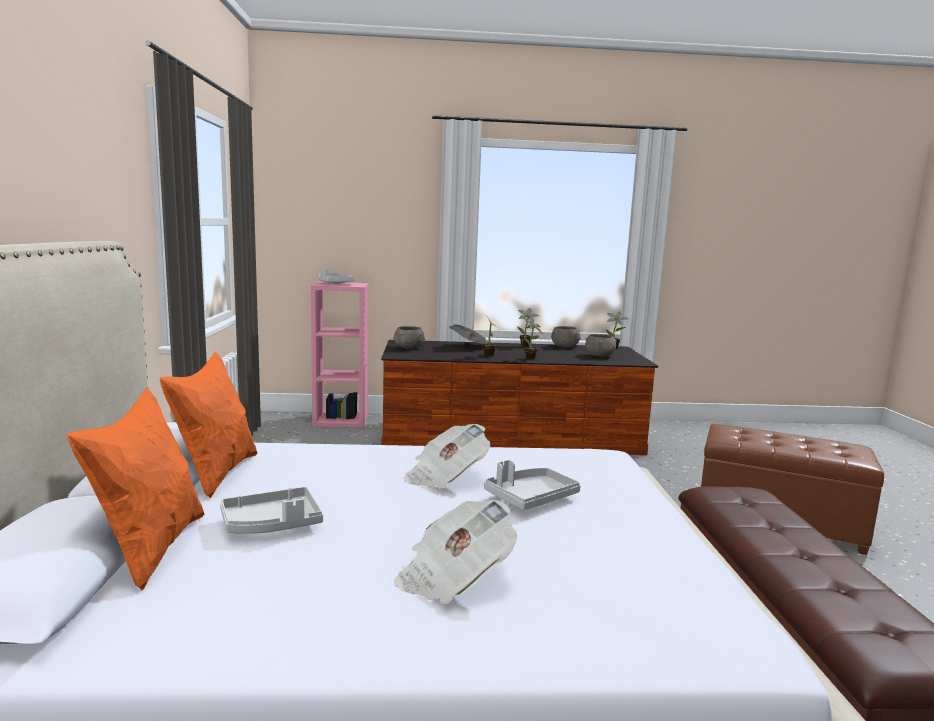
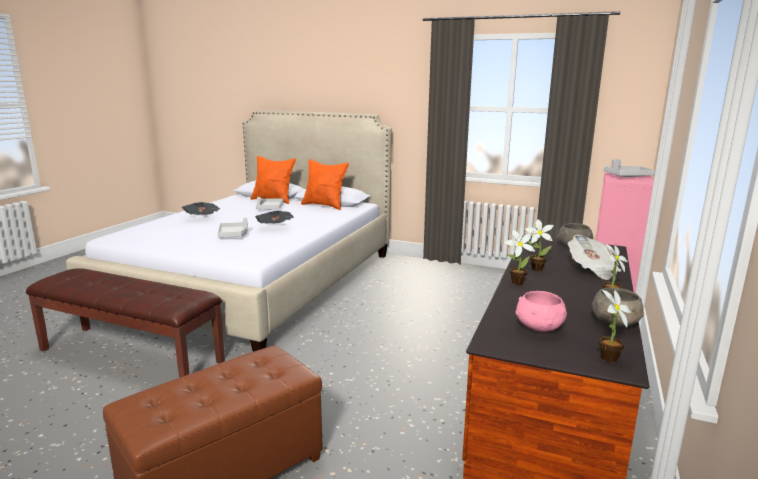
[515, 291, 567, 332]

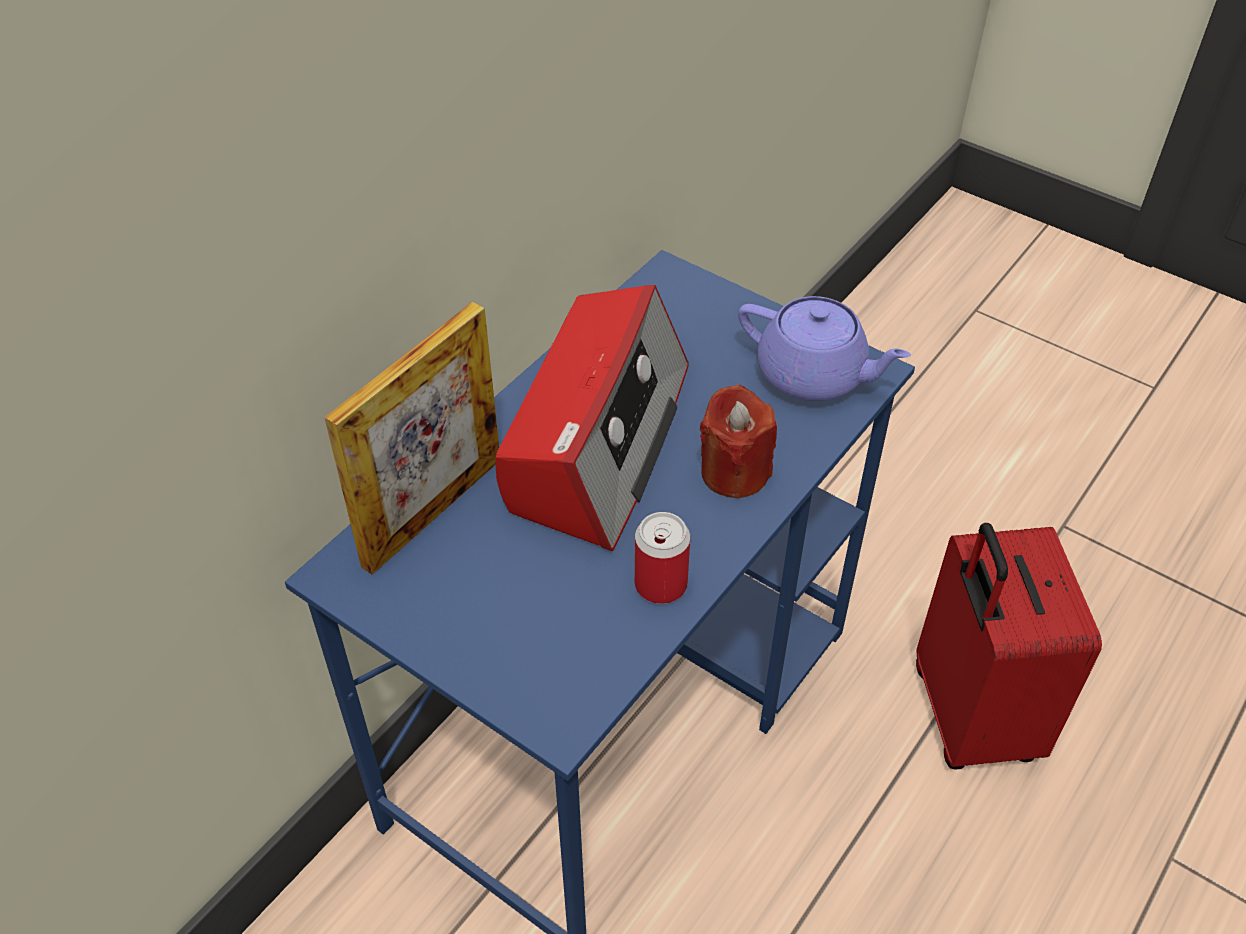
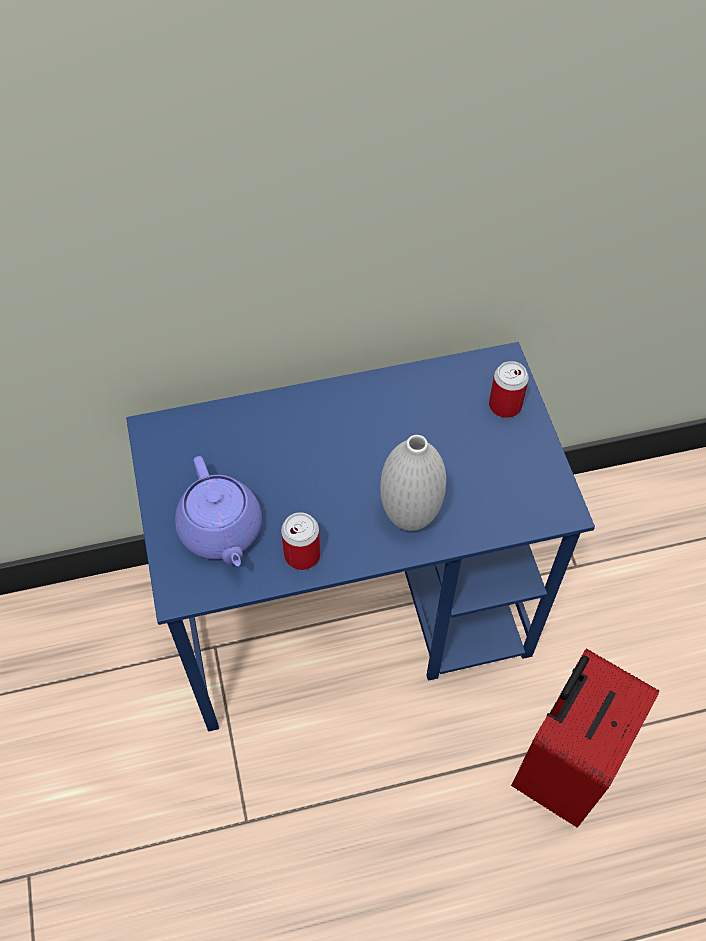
[495, 285, 689, 551] (first image)
[175, 456, 262, 566]
[324, 302, 499, 575] (first image)
[380, 435, 446, 531]
[489, 361, 529, 418]

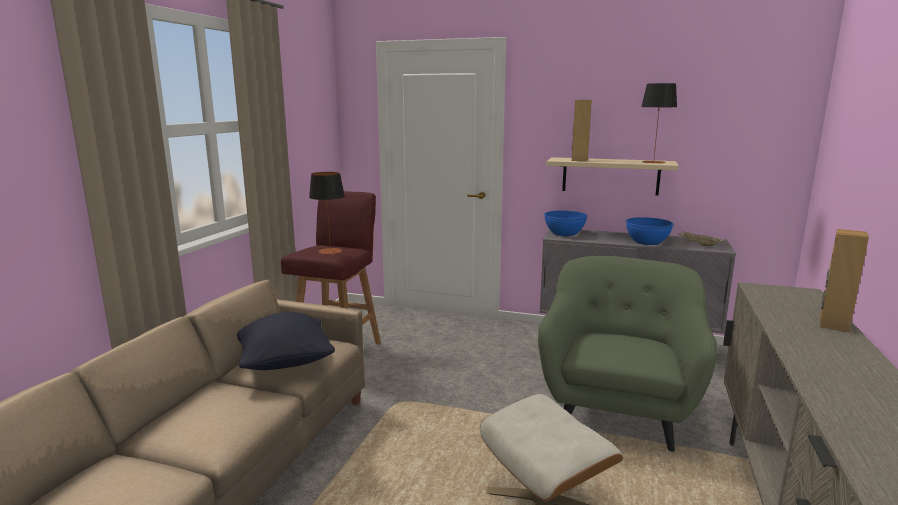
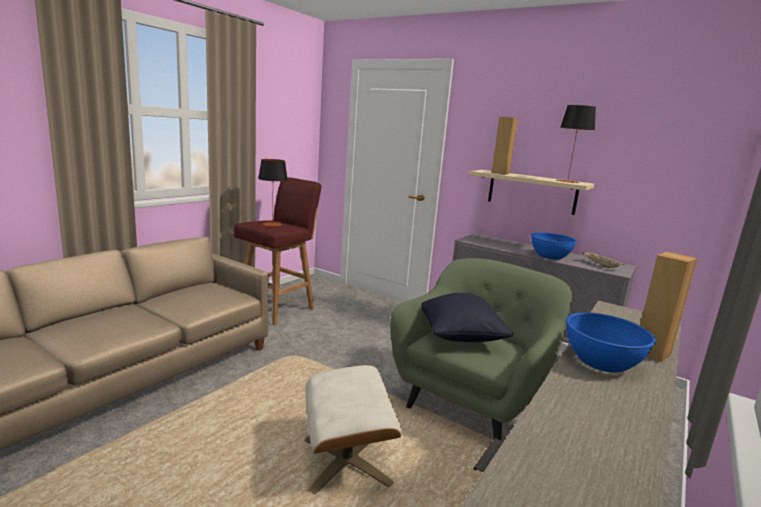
[566, 312, 656, 373]
[421, 293, 513, 342]

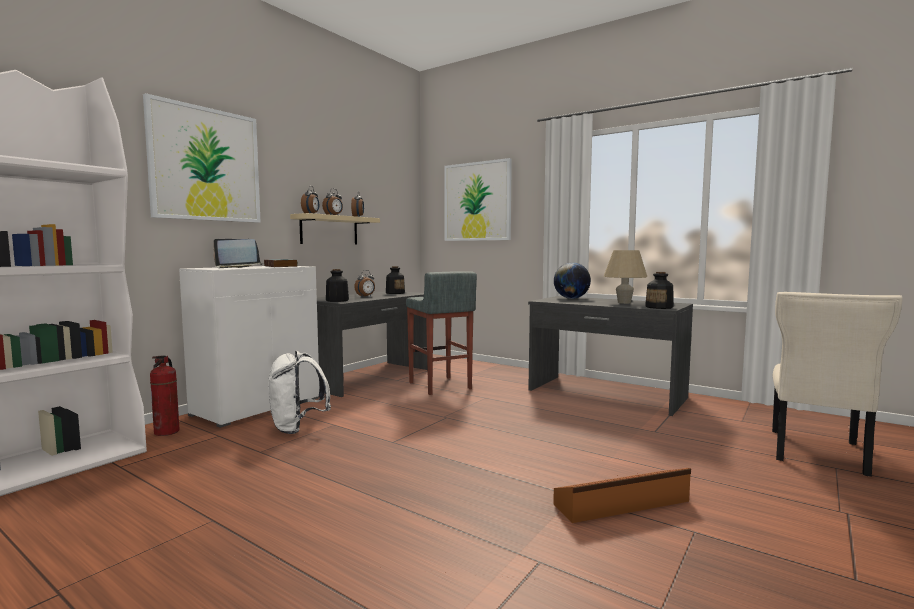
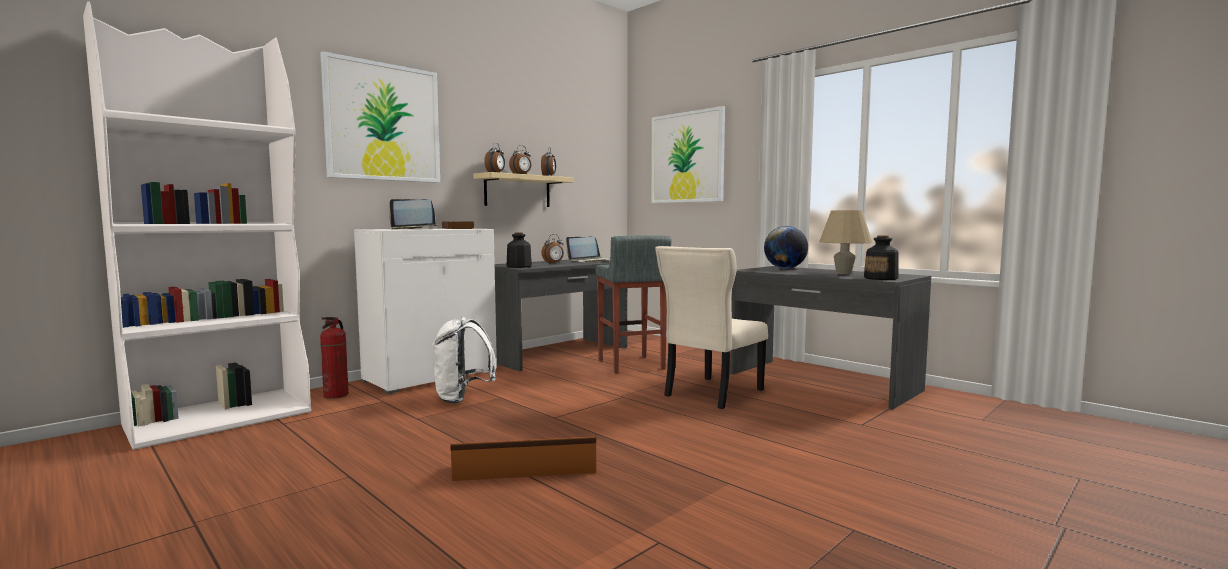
[566, 237, 608, 262]
[655, 246, 768, 409]
[450, 437, 596, 481]

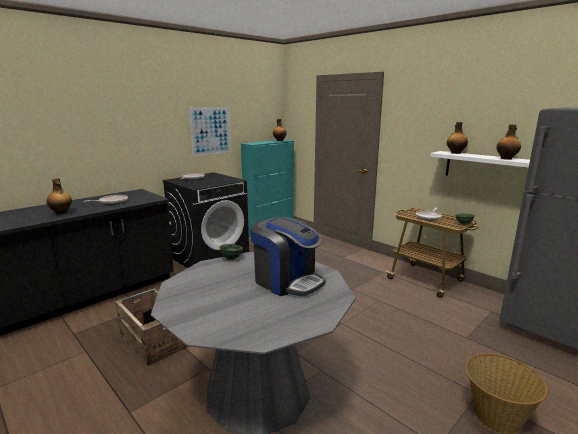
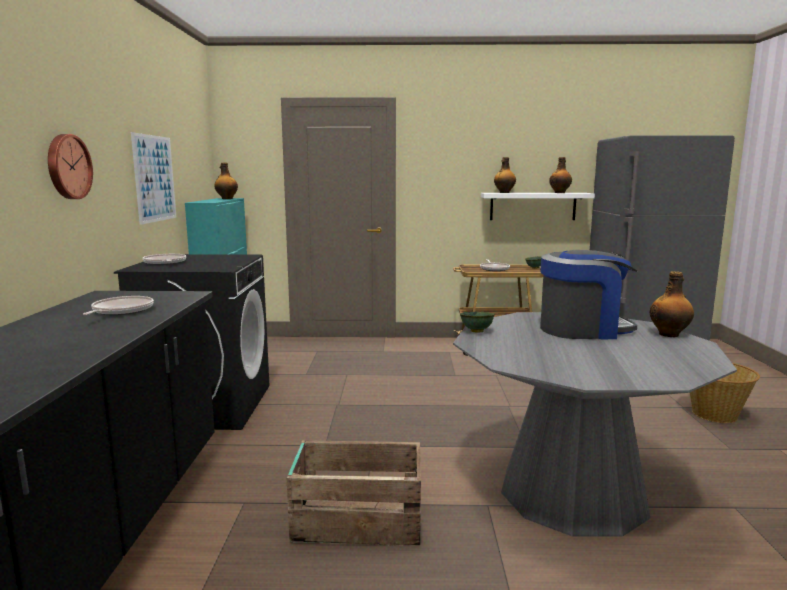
[650, 271, 694, 337]
[48, 134, 93, 199]

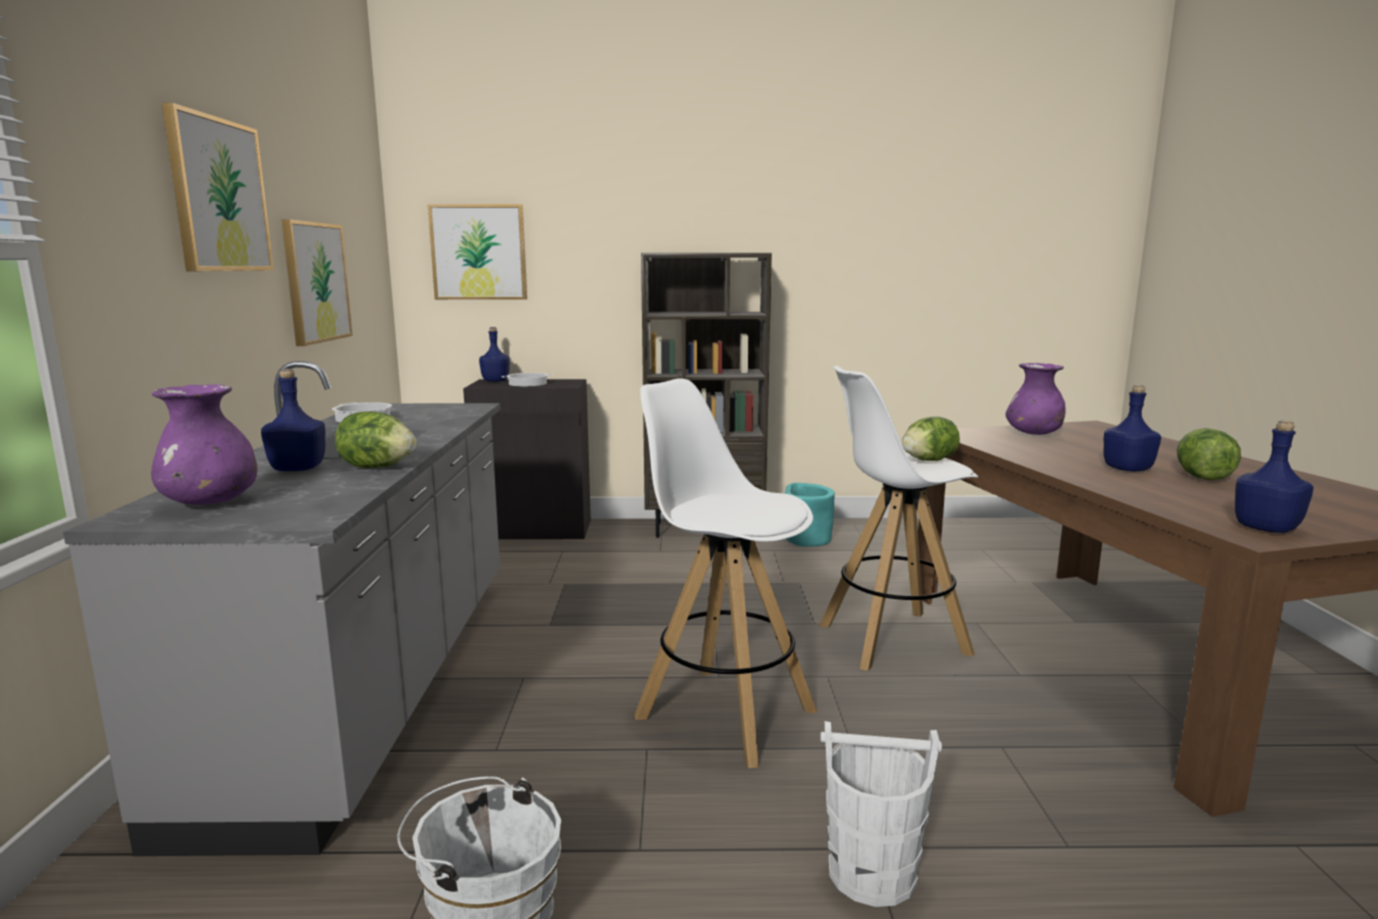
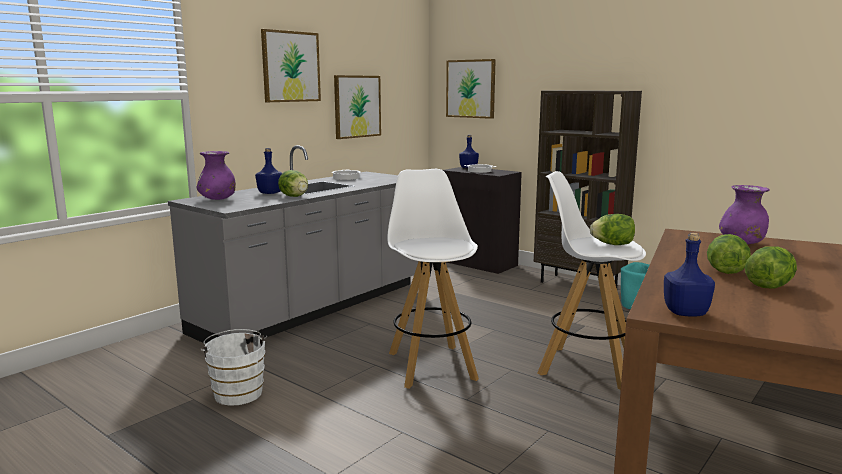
[707, 234, 751, 274]
[820, 721, 942, 907] (first image)

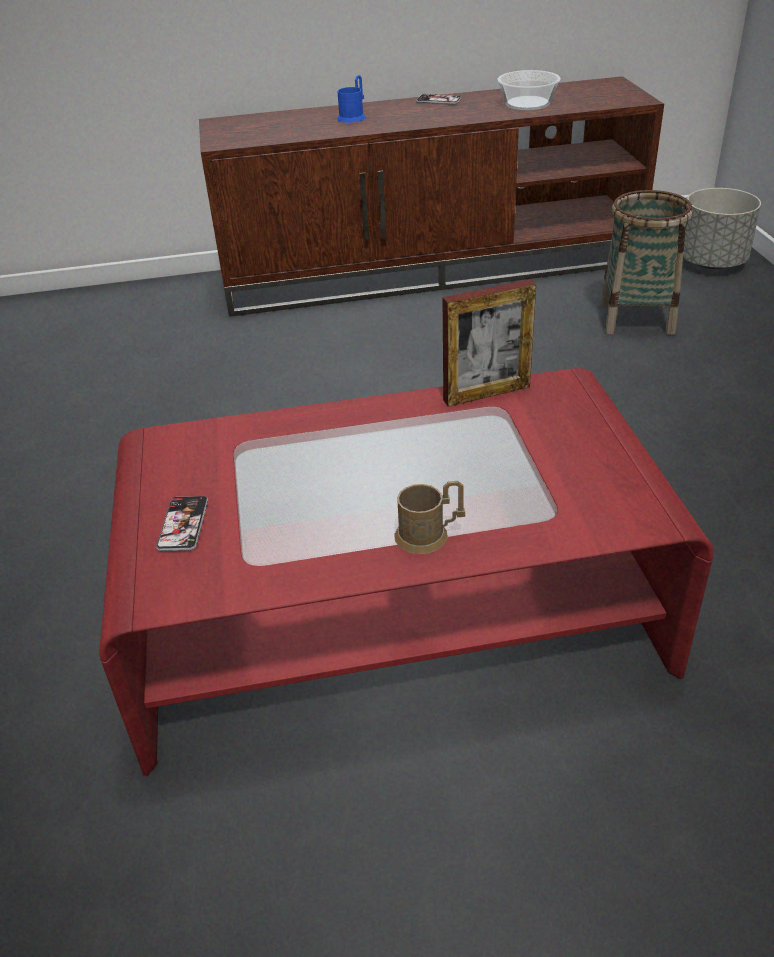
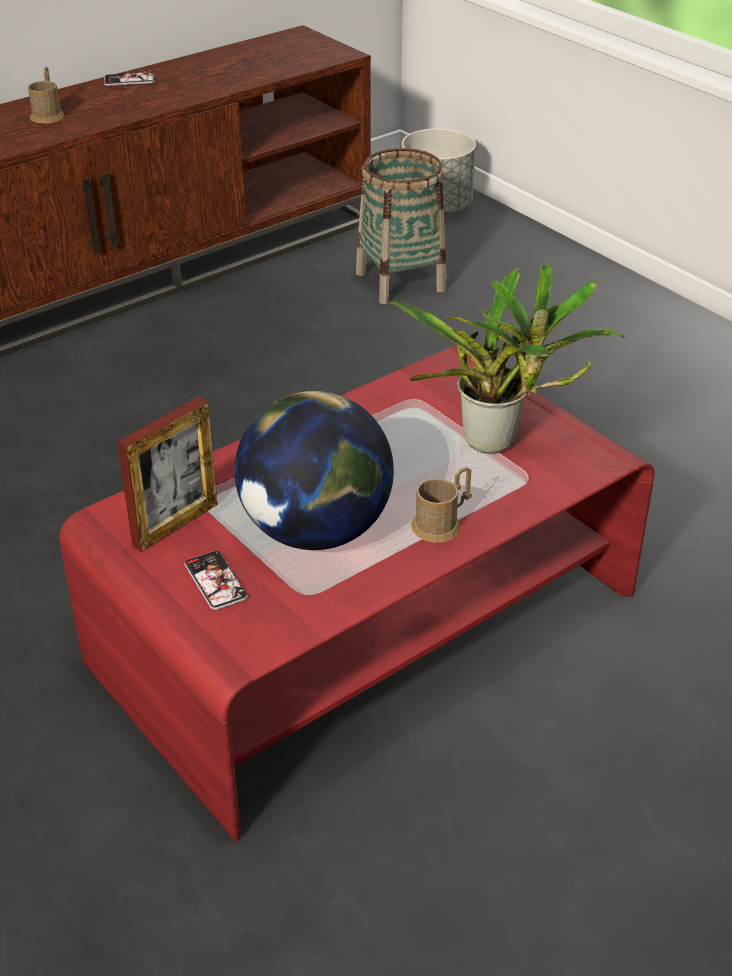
[497, 70, 561, 110] (first image)
[28, 66, 65, 123]
[117, 397, 218, 552]
[390, 264, 624, 454]
[234, 391, 394, 550]

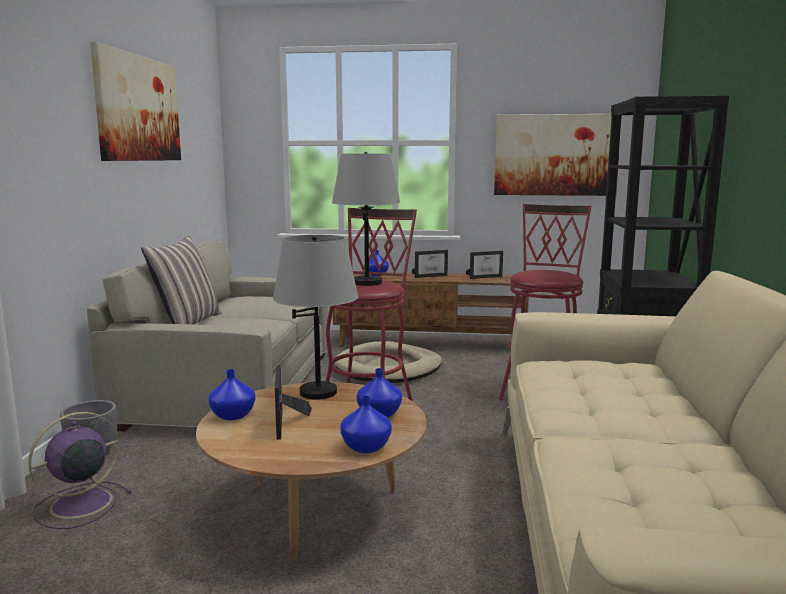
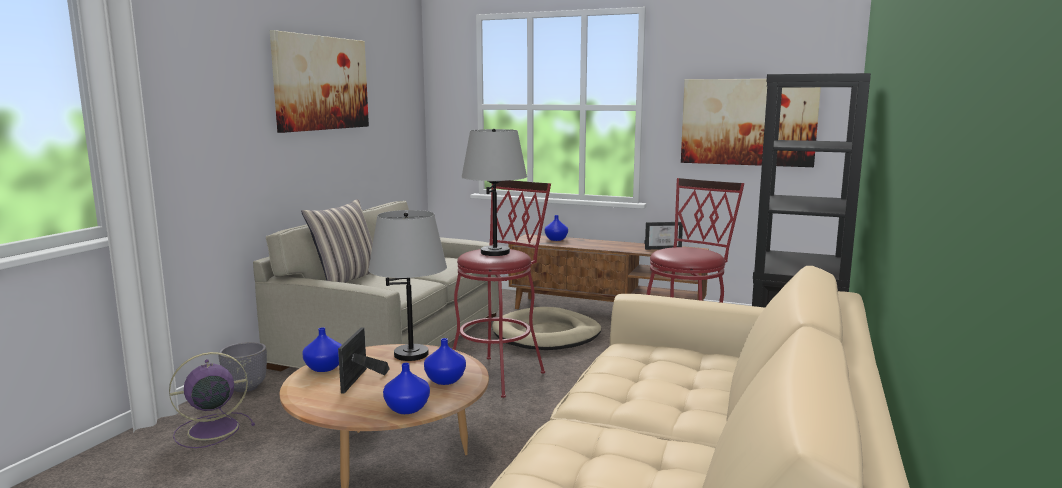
[412, 250, 448, 278] (first image)

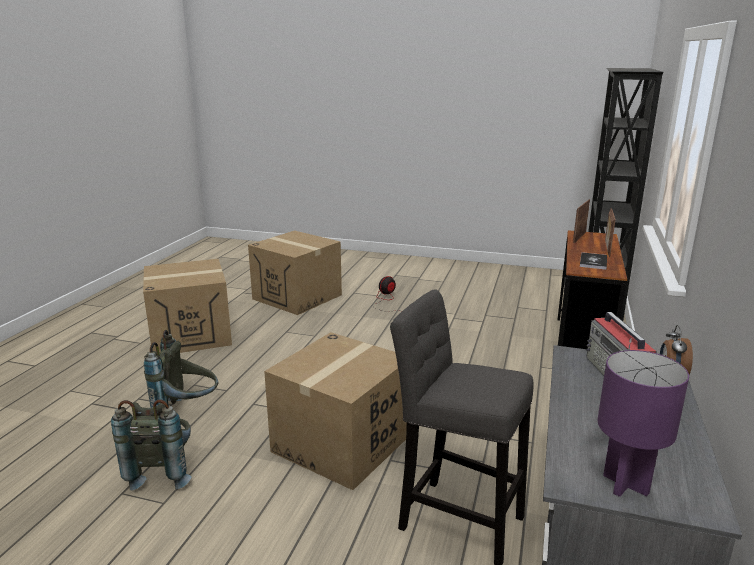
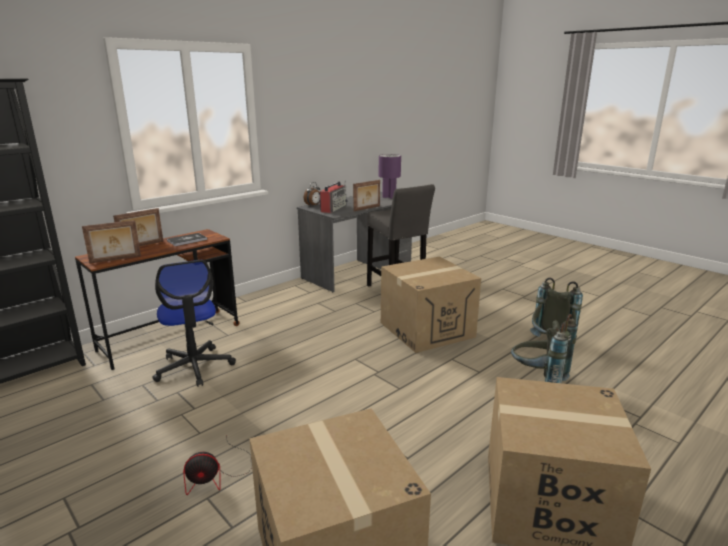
[353, 180, 380, 211]
[152, 260, 236, 387]

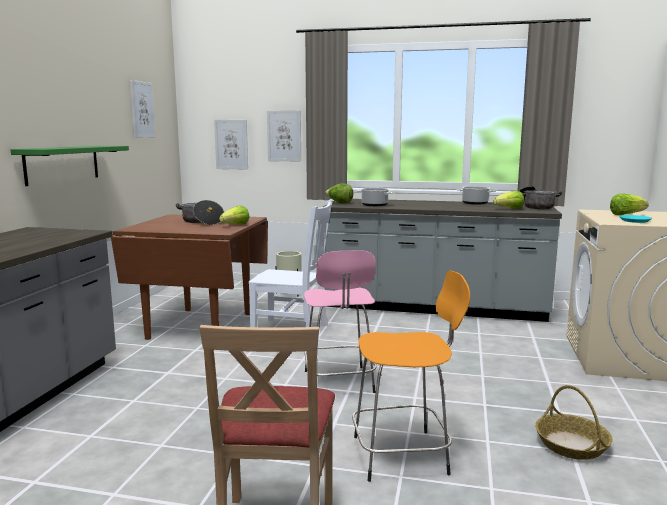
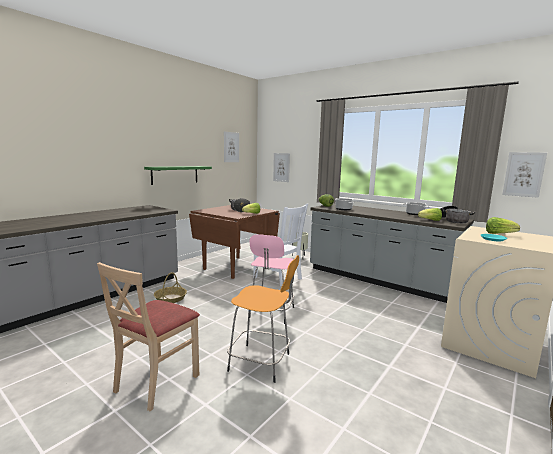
[502, 152, 547, 198]
[154, 272, 187, 303]

